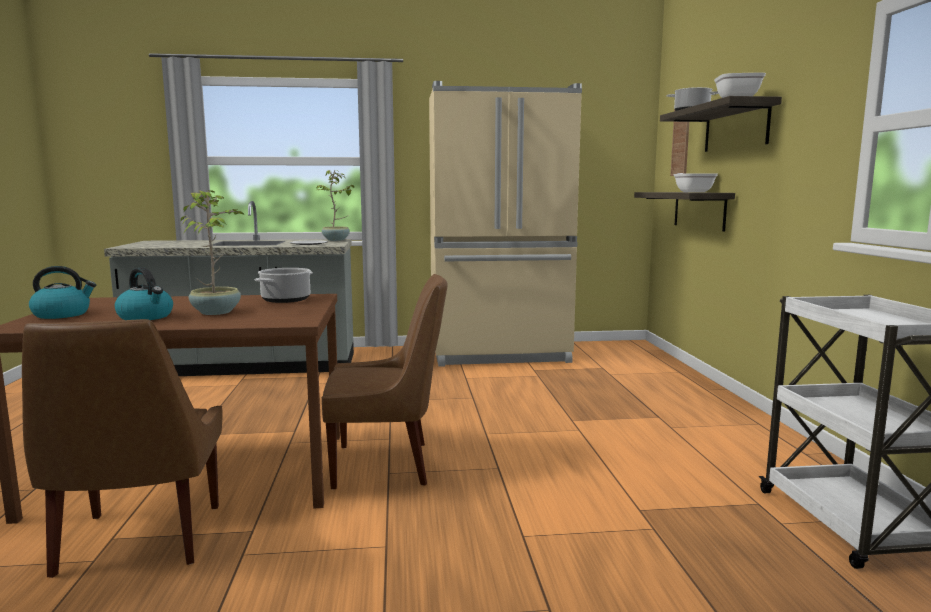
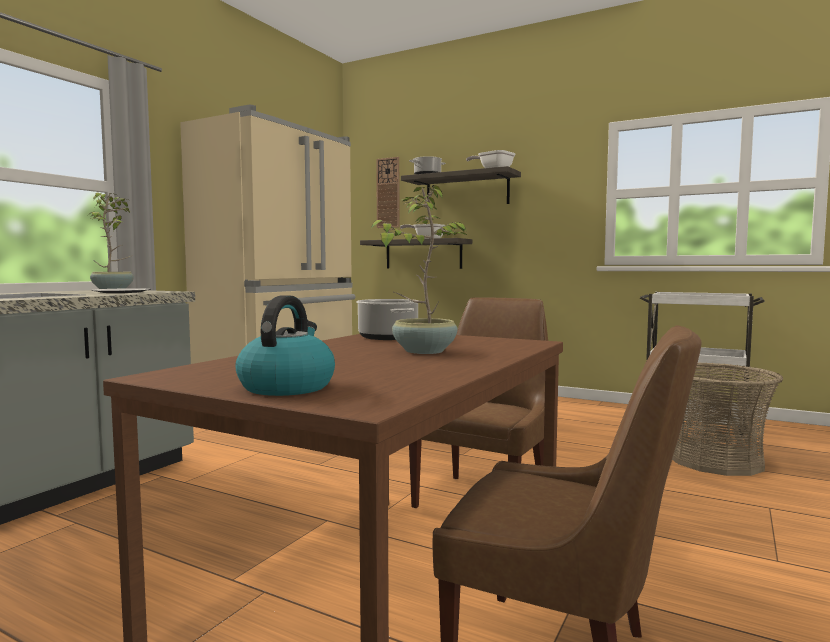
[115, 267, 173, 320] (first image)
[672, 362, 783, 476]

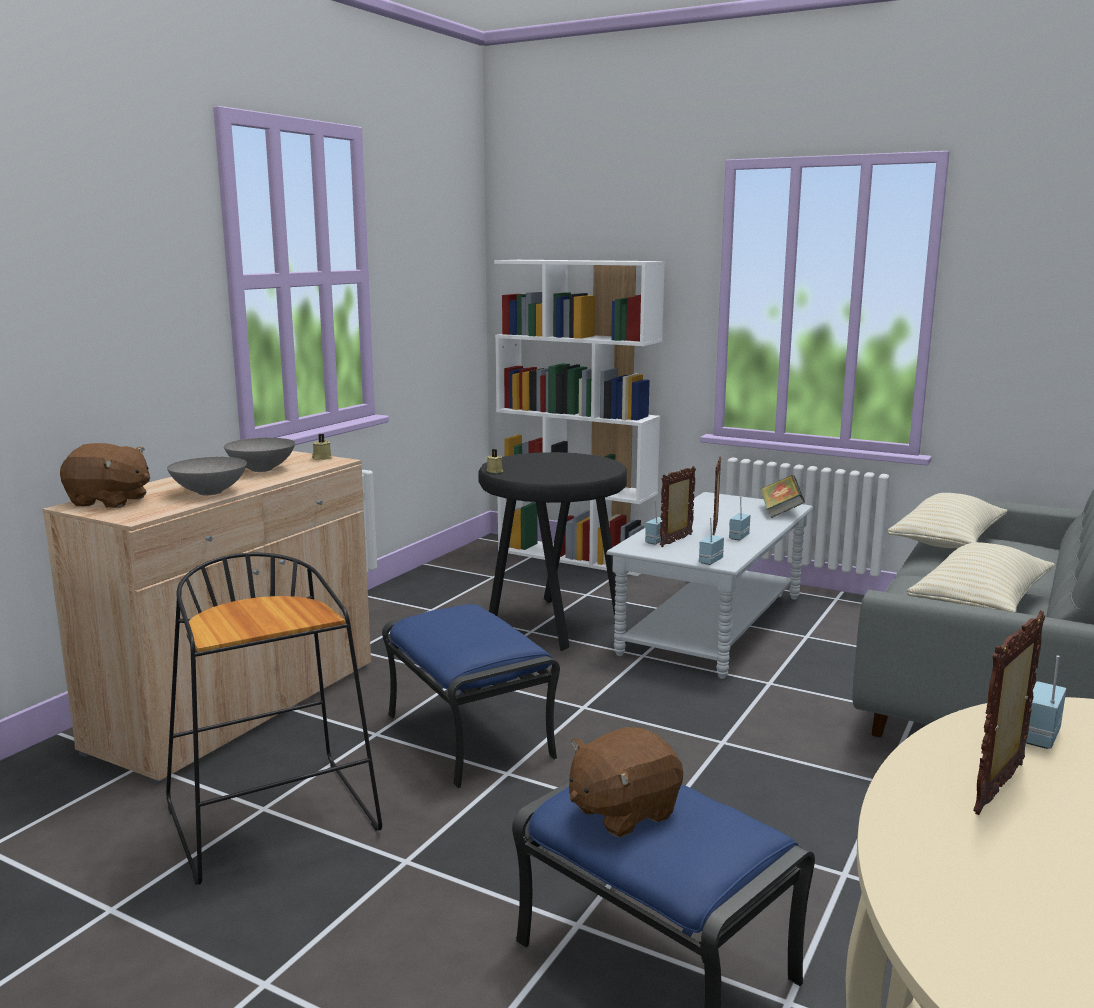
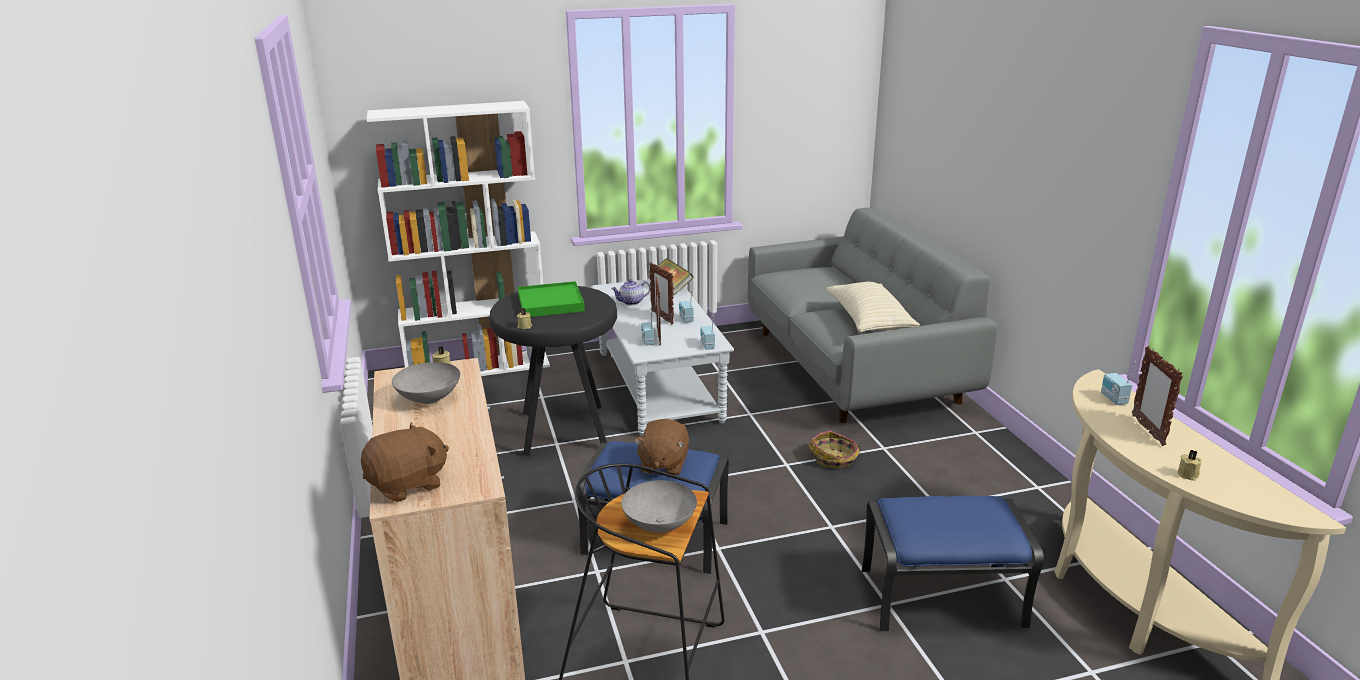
[621, 480, 697, 533]
[888, 493, 1007, 548] (first image)
[634, 419, 689, 476]
[611, 279, 651, 305]
[518, 281, 585, 317]
[808, 430, 862, 469]
[1178, 450, 1202, 481]

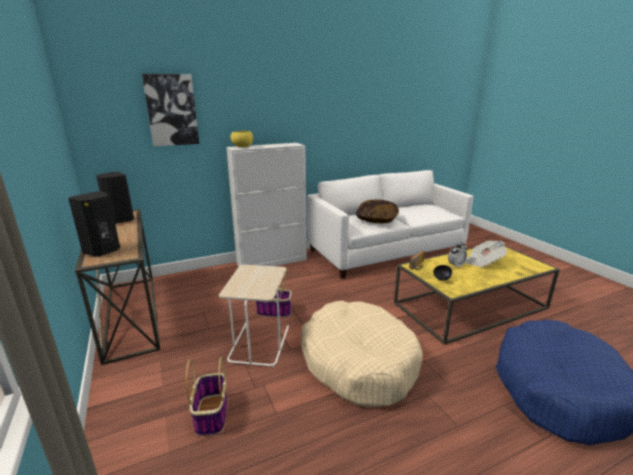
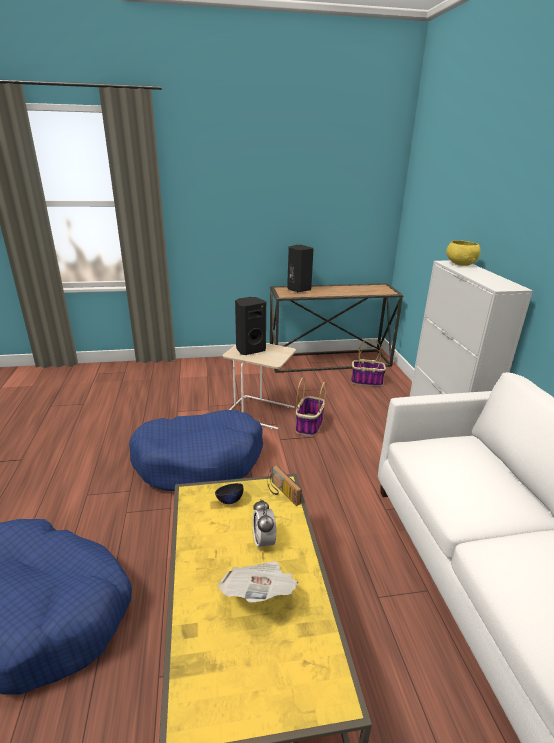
[142, 74, 199, 146] (first image)
[235, 297, 266, 355]
[356, 200, 399, 223] (first image)
[129, 410, 263, 491]
[351, 339, 386, 386]

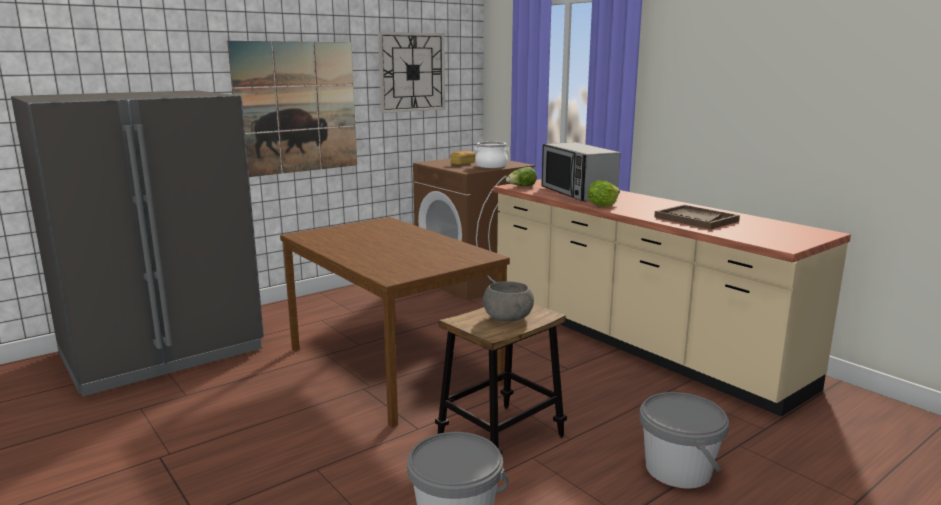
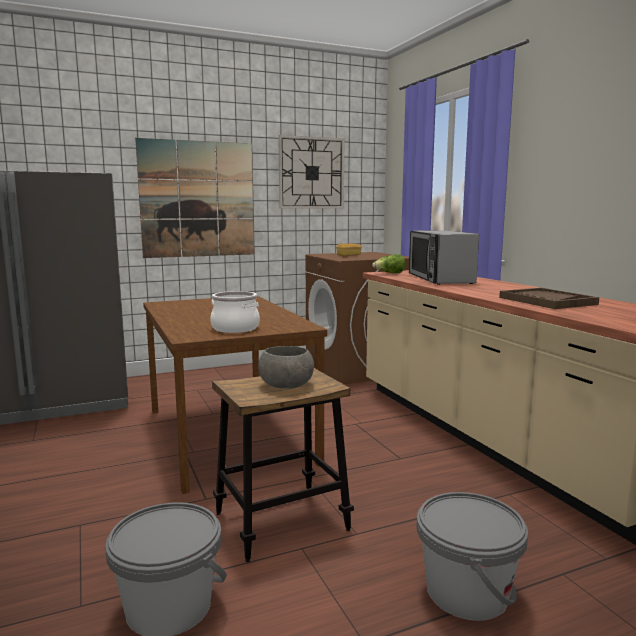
[210, 291, 260, 333]
[588, 180, 620, 206] (first image)

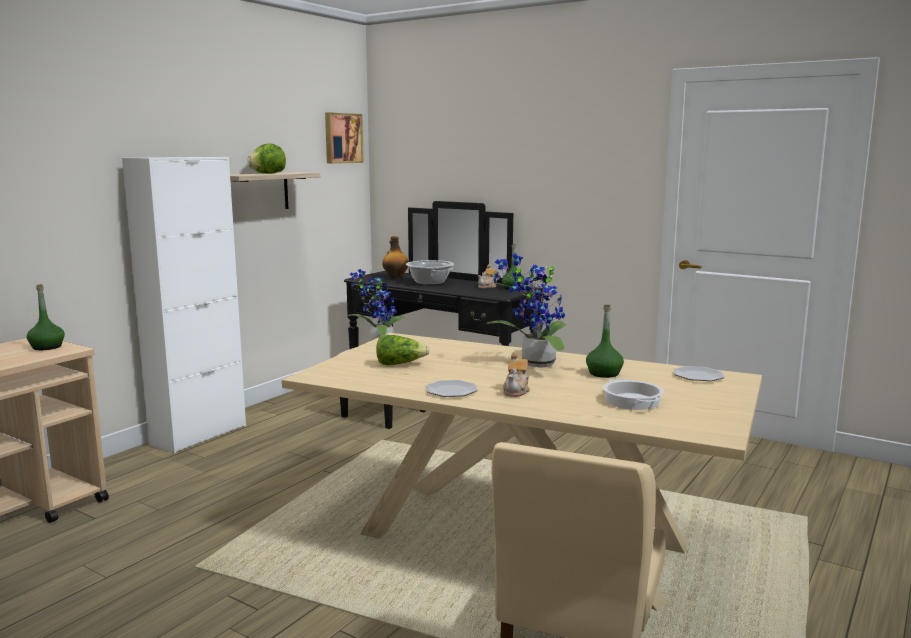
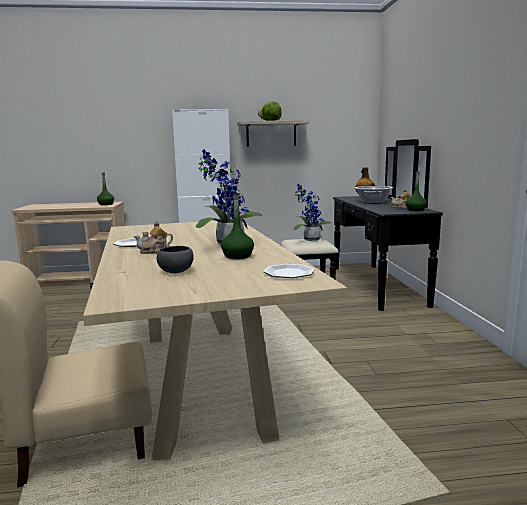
[325, 112, 364, 164] (first image)
[377, 335, 430, 365] (first image)
[157, 246, 194, 273]

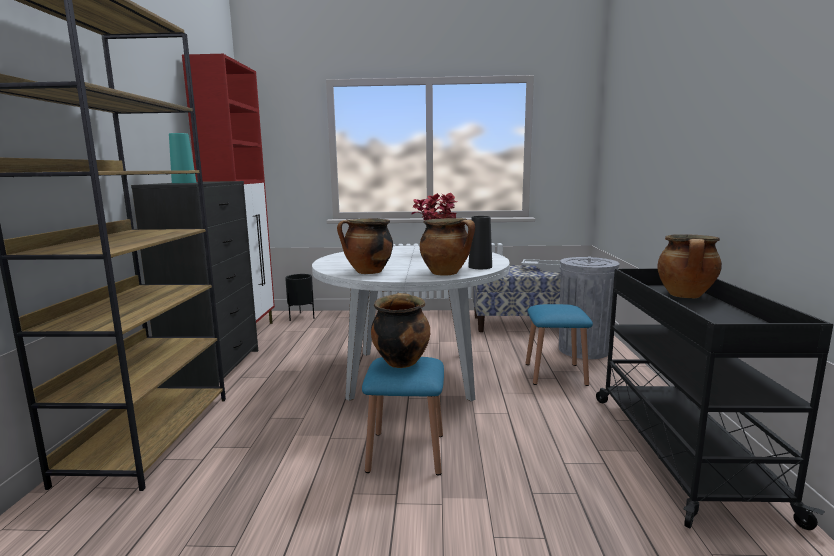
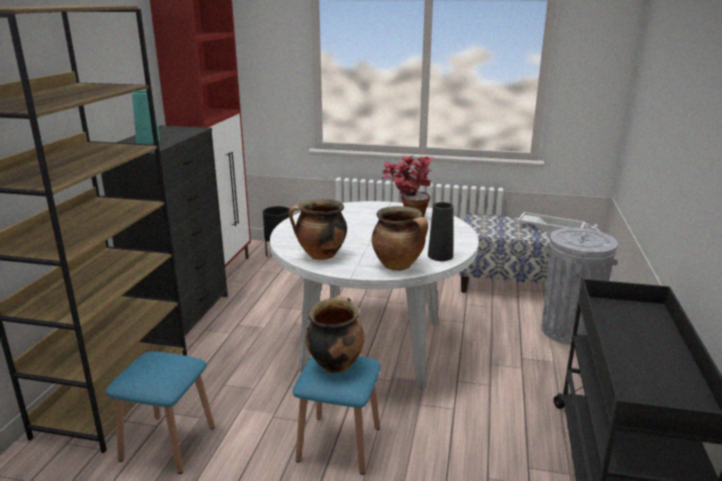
[657, 234, 722, 298] (first image)
[106, 351, 215, 474]

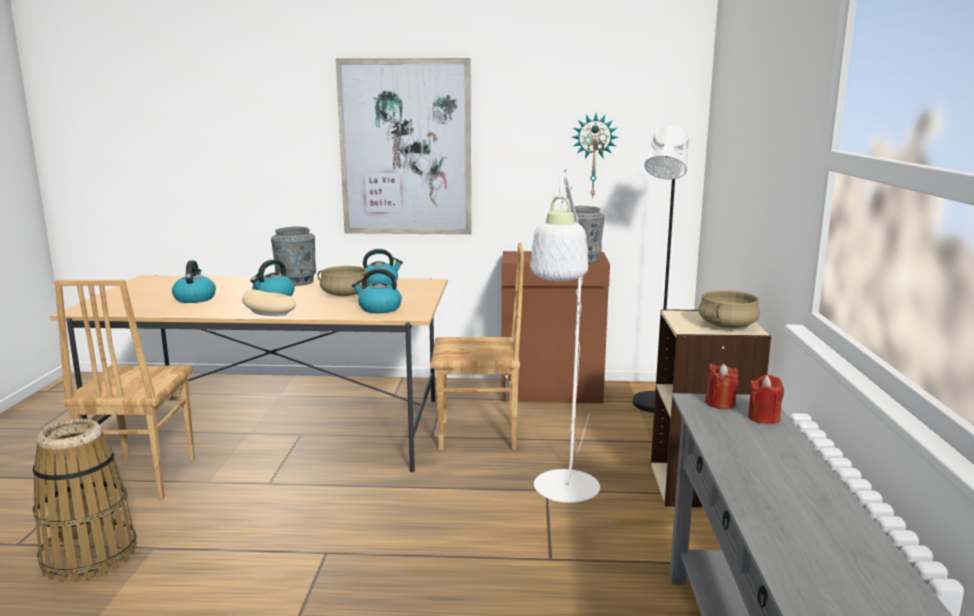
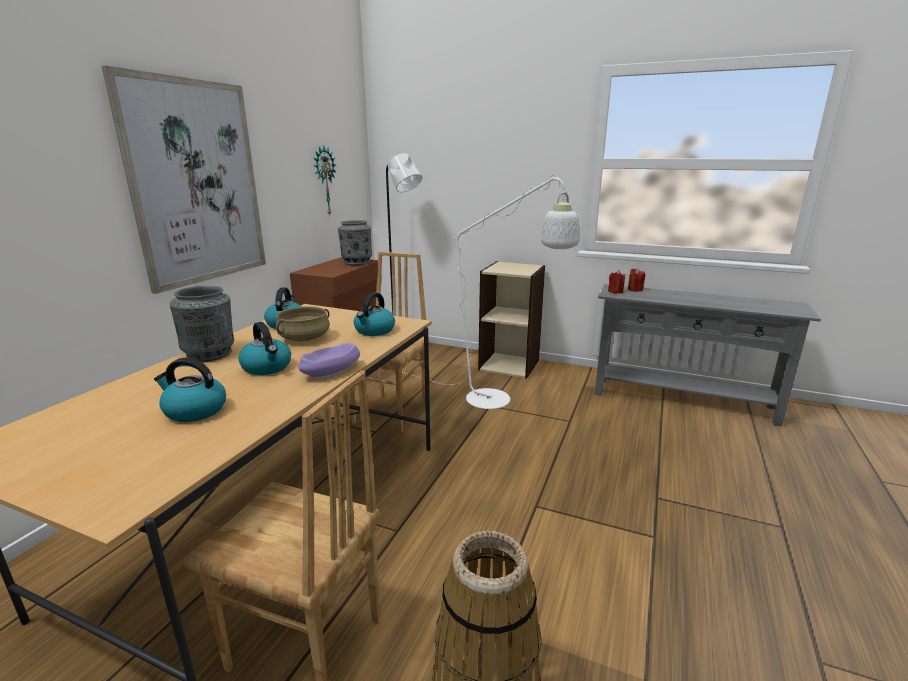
[298, 343, 360, 379]
[698, 290, 760, 328] (first image)

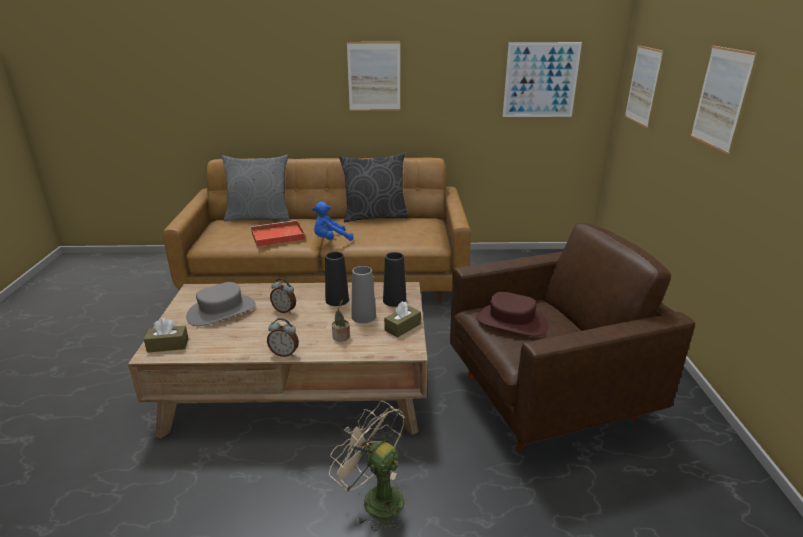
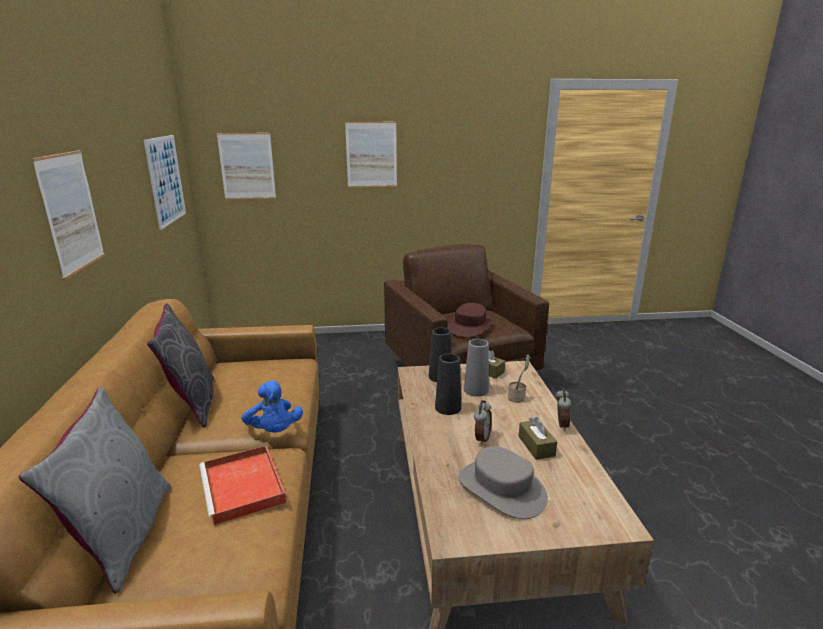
[518, 417, 557, 460]
[329, 401, 405, 531] (first image)

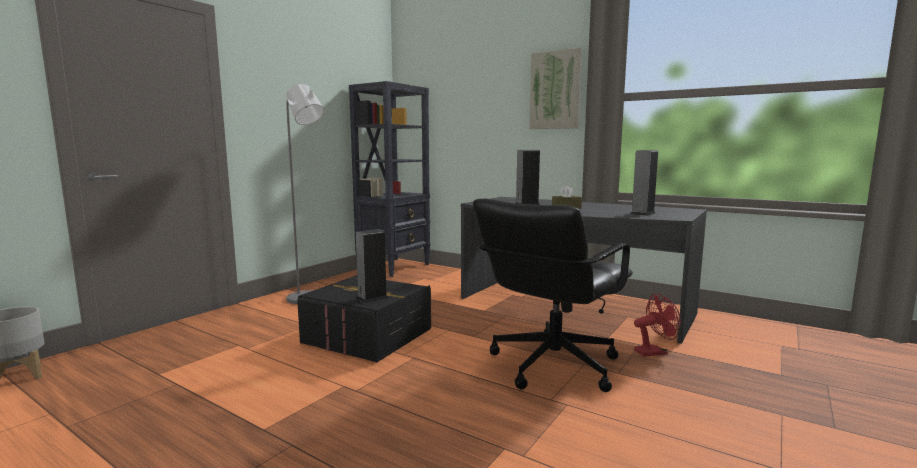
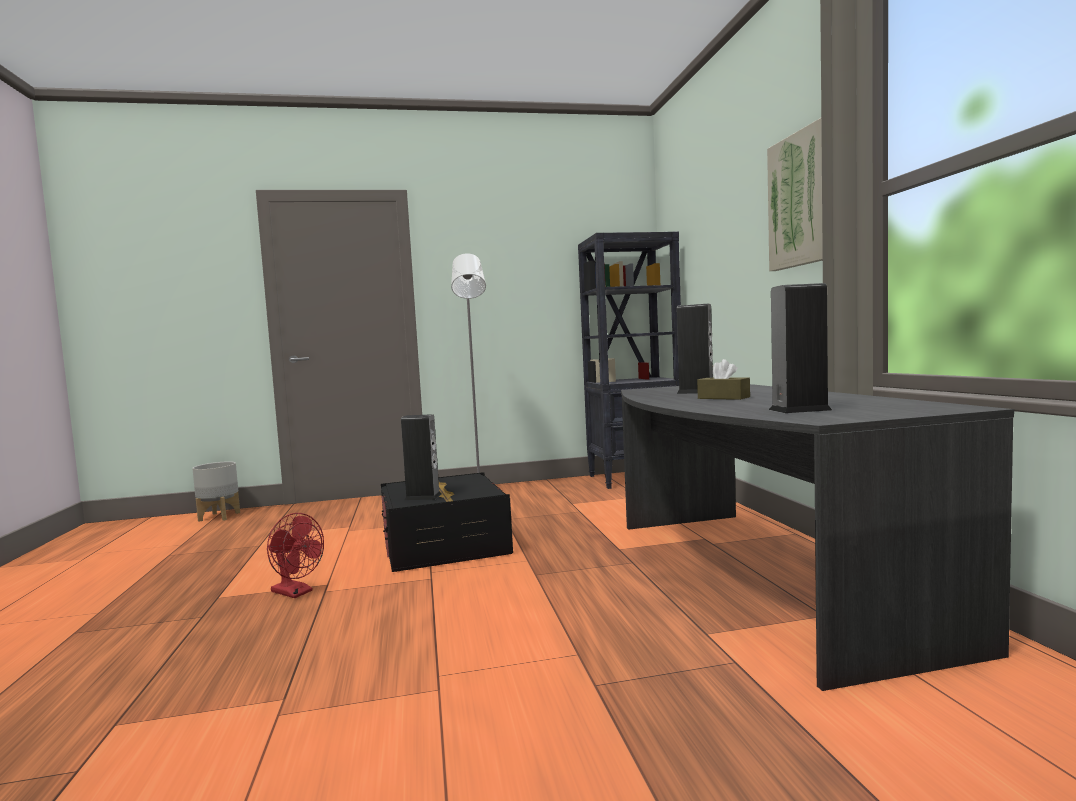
[473, 199, 633, 392] (first image)
[267, 513, 324, 598]

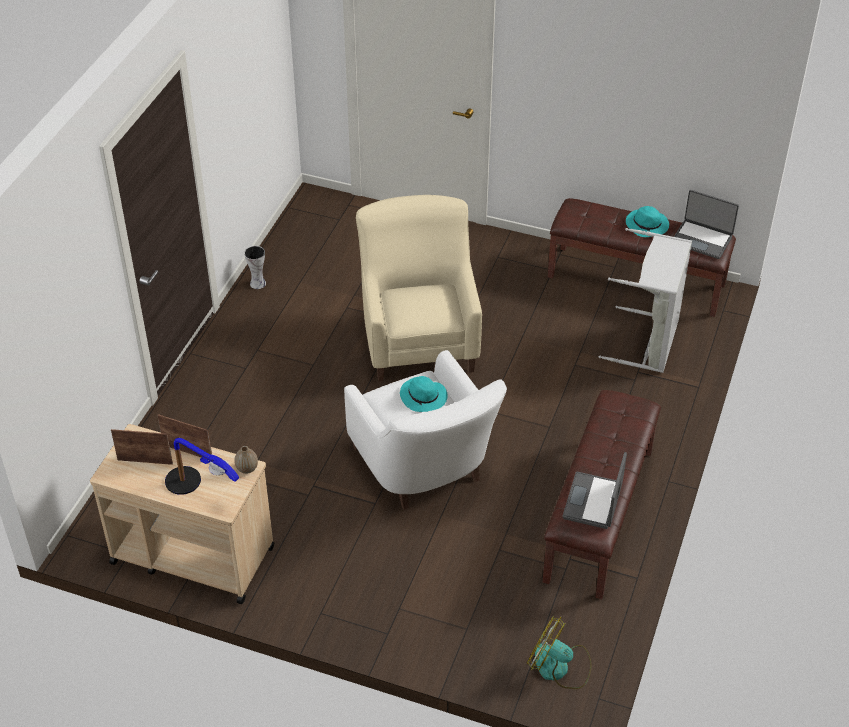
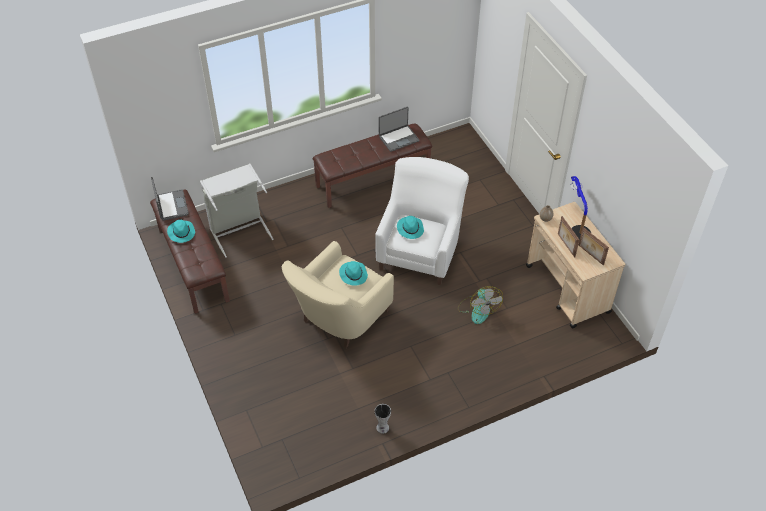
[458, 286, 503, 324]
[339, 261, 368, 286]

